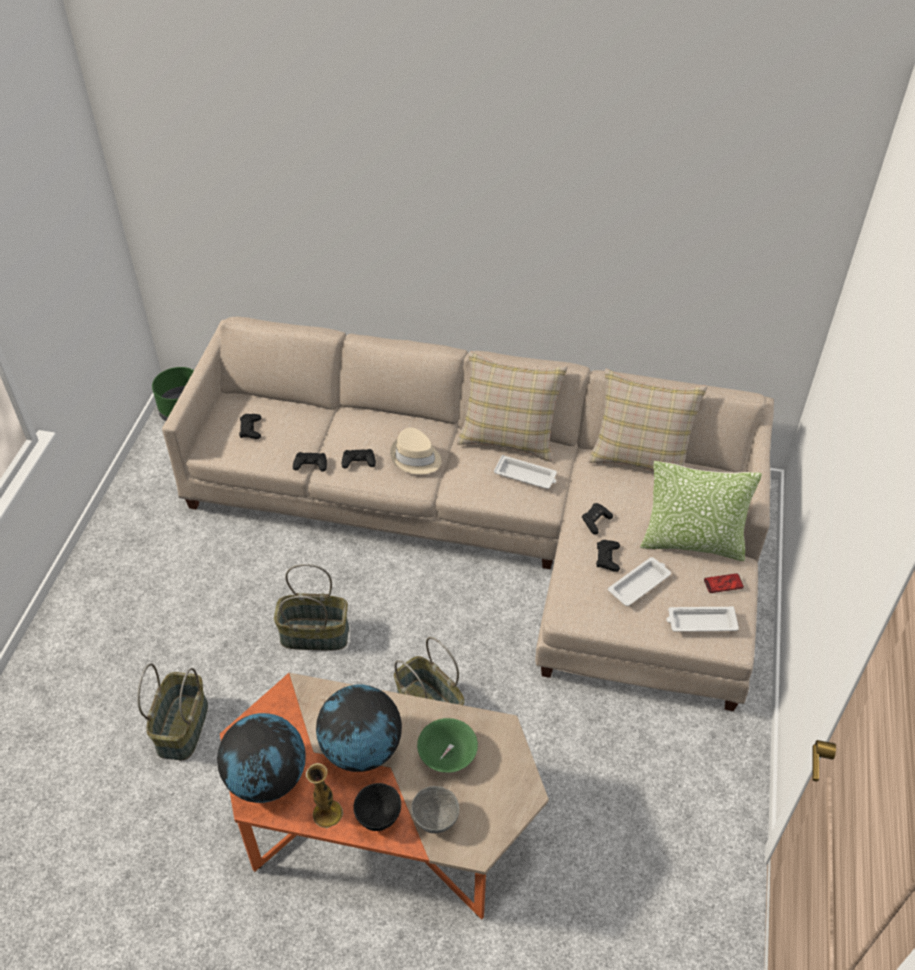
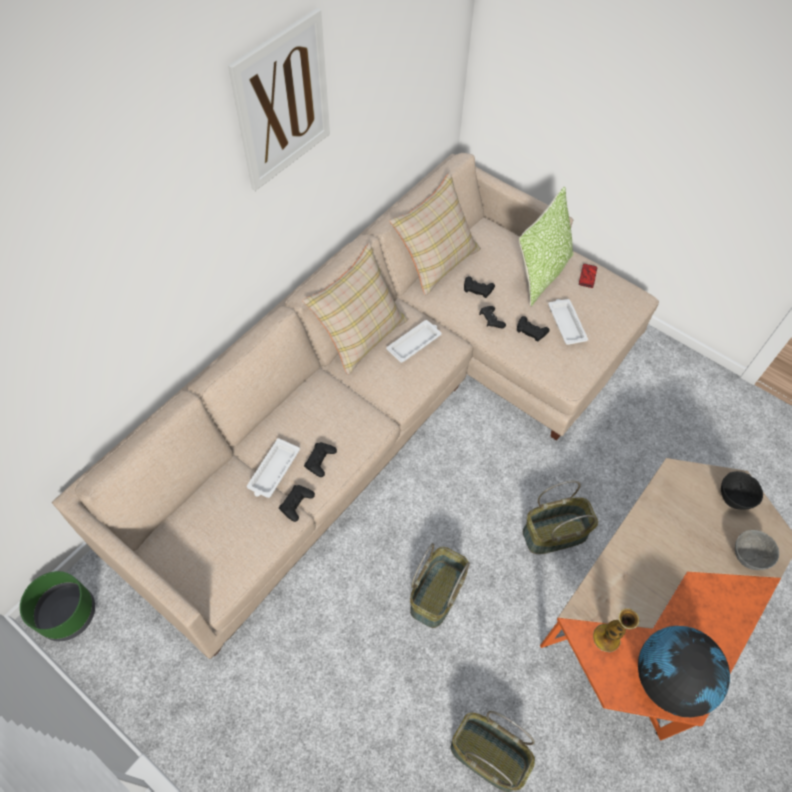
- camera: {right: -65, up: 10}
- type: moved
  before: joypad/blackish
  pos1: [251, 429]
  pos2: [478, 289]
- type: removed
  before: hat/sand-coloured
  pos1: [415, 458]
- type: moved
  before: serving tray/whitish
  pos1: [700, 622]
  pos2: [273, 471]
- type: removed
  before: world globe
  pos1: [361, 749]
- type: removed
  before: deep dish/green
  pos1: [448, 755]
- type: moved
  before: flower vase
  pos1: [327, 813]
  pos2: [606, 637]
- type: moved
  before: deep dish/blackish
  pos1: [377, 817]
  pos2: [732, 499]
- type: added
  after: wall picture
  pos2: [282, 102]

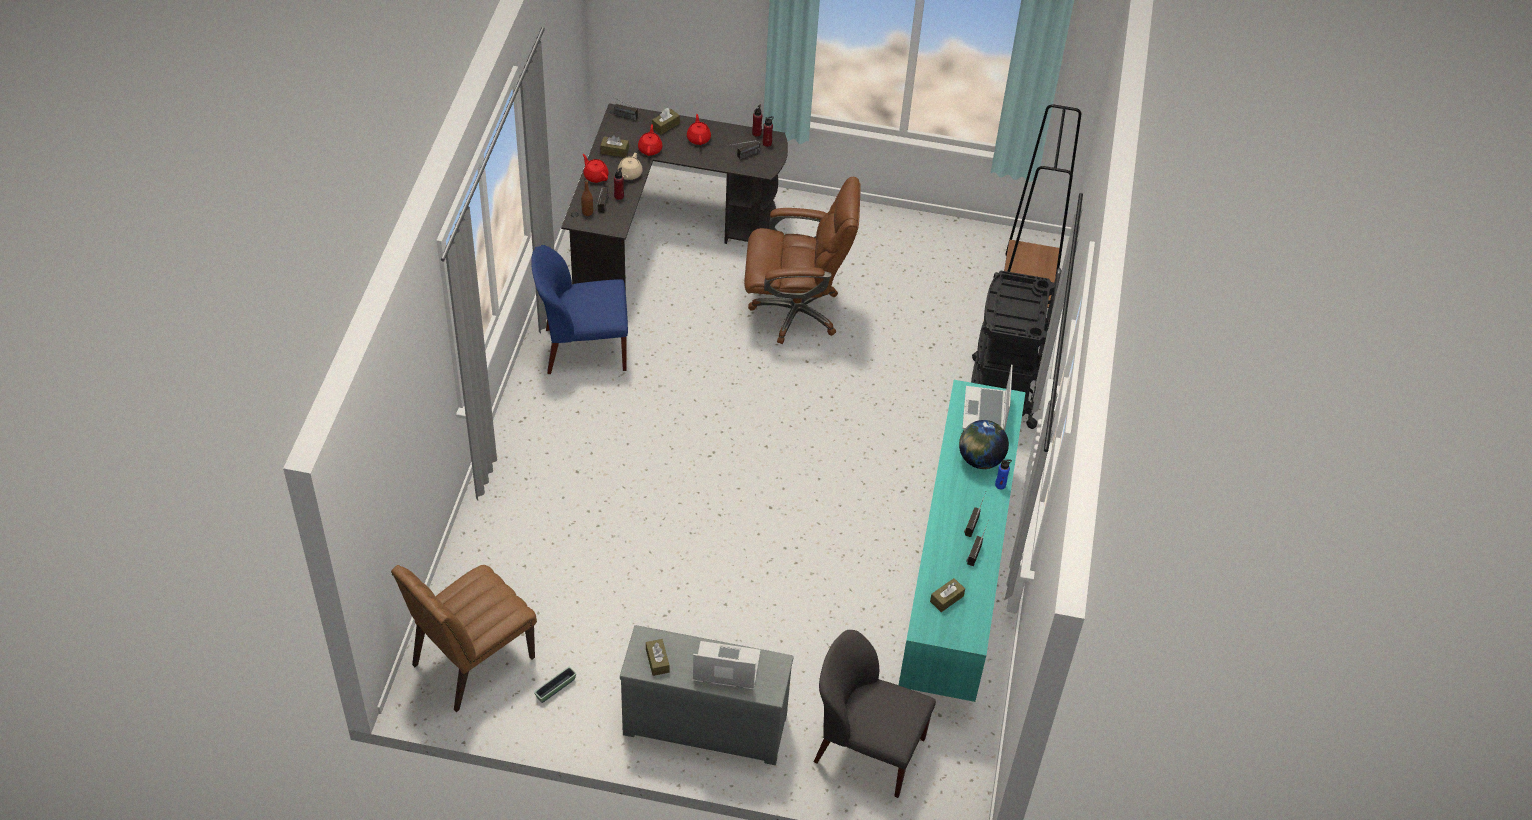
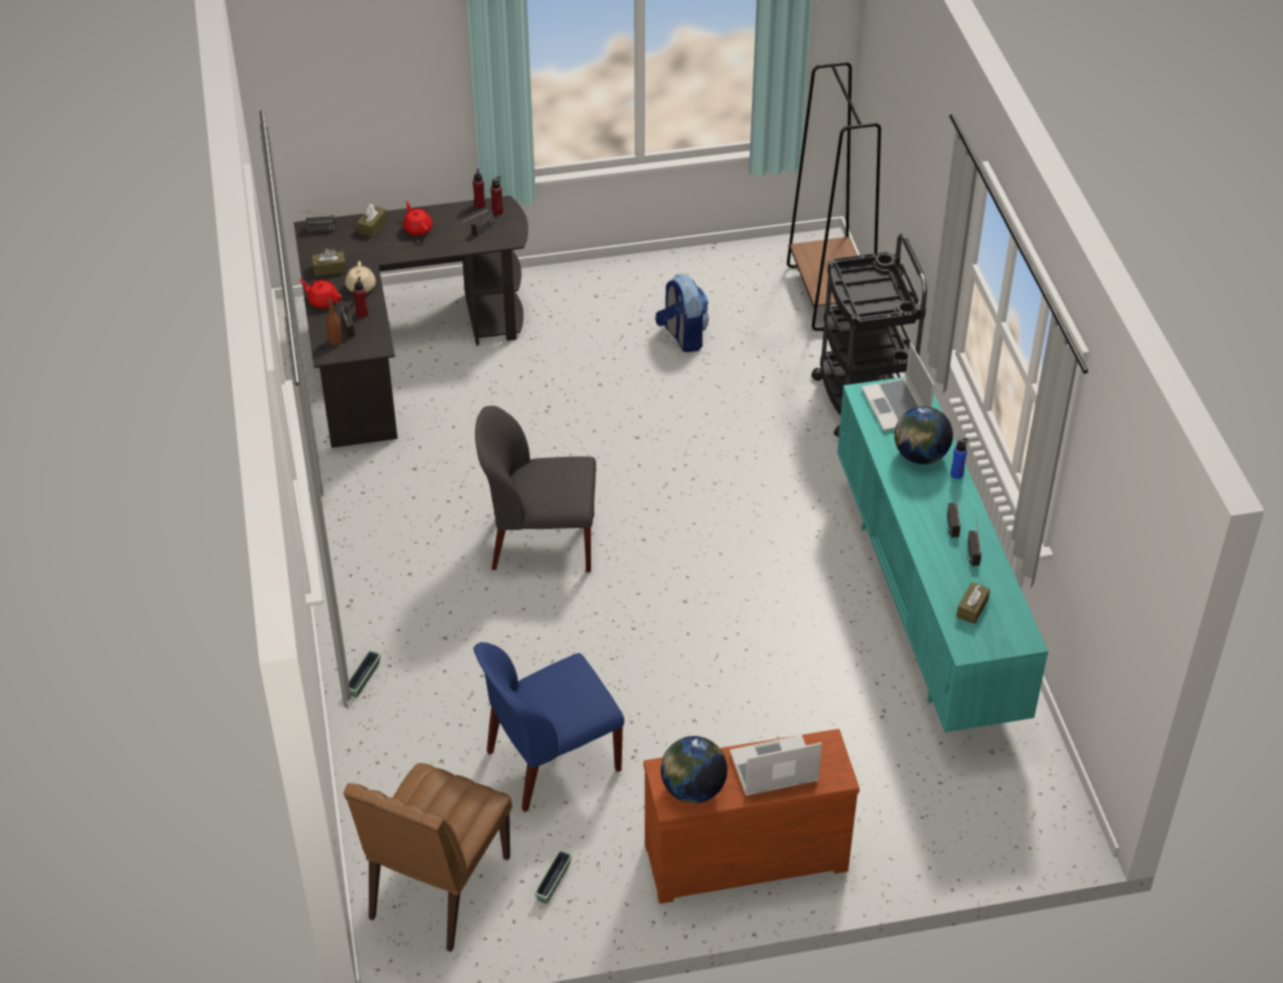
- camera: {right: -20, up: -5}
- type: removed
  before: tea pot/red
  pos1: [650, 149]
- type: removed
  before: desk chair/brown
  pos1: [794, 311]
- type: moved
  before: plain chair/bluish
  pos1: [583, 349]
  pos2: [550, 761]
- type: recoloured
  before: drawer chest/grey
  after: drawer chest/brown
  pos1: [706, 721]
  pos2: [744, 853]
- type: moved
  before: plain chair/grey
  pos1: [866, 749]
  pos2: [540, 542]
- type: replaced
  before: tissue box/brown
  after: world globe
  pos1: [657, 661]
  pos2: [692, 789]
- type: added
  after: knapsack
  pos2: [682, 337]
- type: added
  after: flower pot
  pos2: [364, 679]

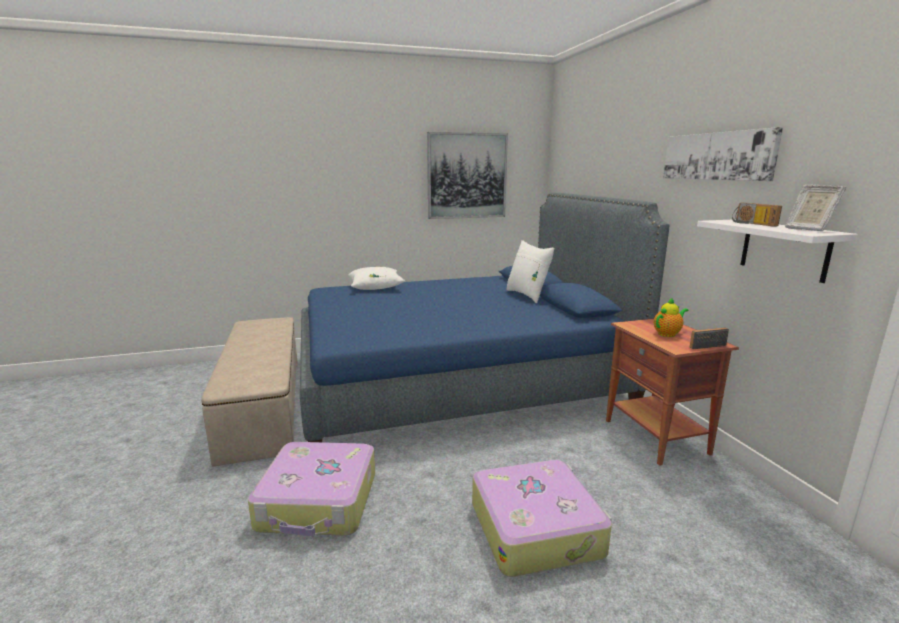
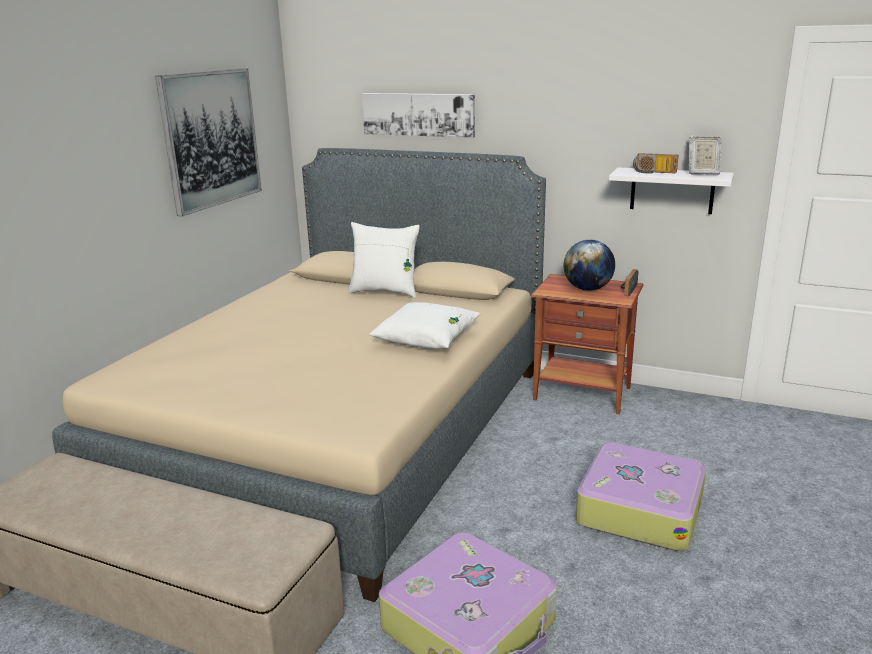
- camera: {right: -50, up: 5}
- type: moved
  before: wall picture
  pos1: [717, 156]
  pos2: [418, 114]
- type: recoloured
  before: sleeping bed/bluish
  after: sleeping bed/sand-coloured
  pos1: [457, 379]
  pos2: [342, 432]
- type: moved
  before: throw pillow/whitish
  pos1: [375, 287]
  pos2: [426, 339]
- type: replaced
  before: tea pot
  after: world globe
  pos1: [668, 334]
  pos2: [587, 289]

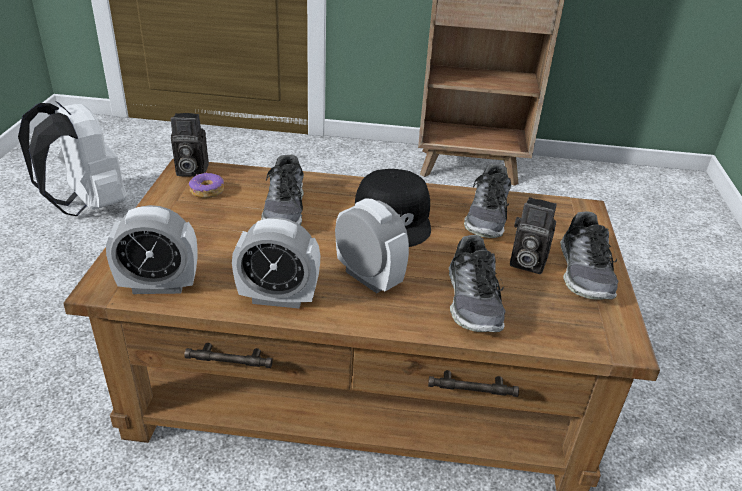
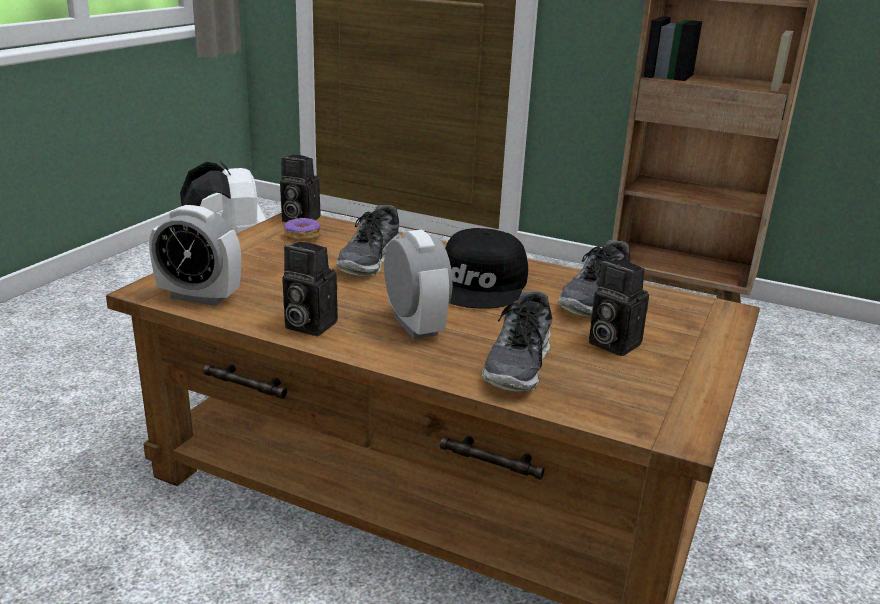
- camera: {right: 20, up: -10}
- type: removed
  before: low shoe
  pos1: [585, 273]
- type: replaced
  before: table clock
  after: photo camera
  pos1: [278, 298]
  pos2: [307, 325]

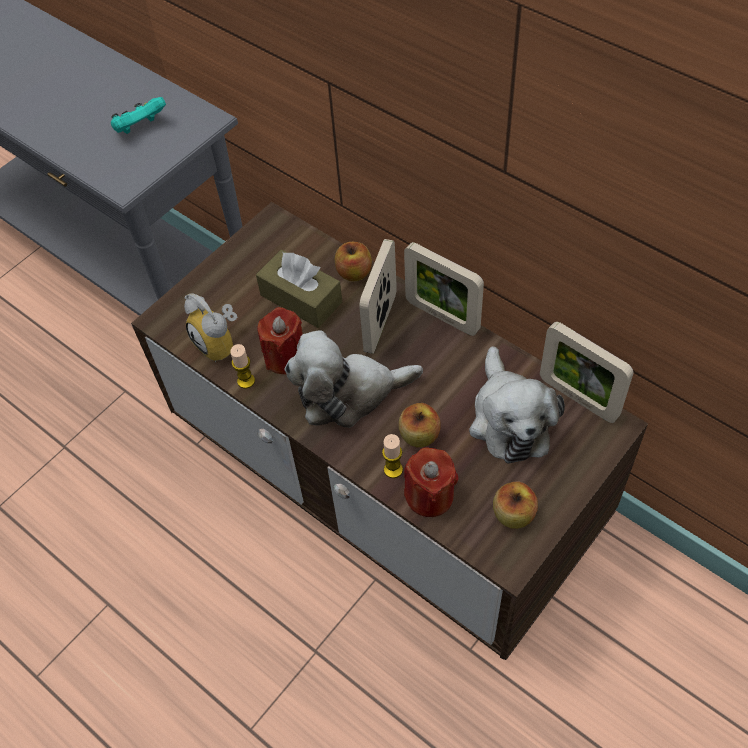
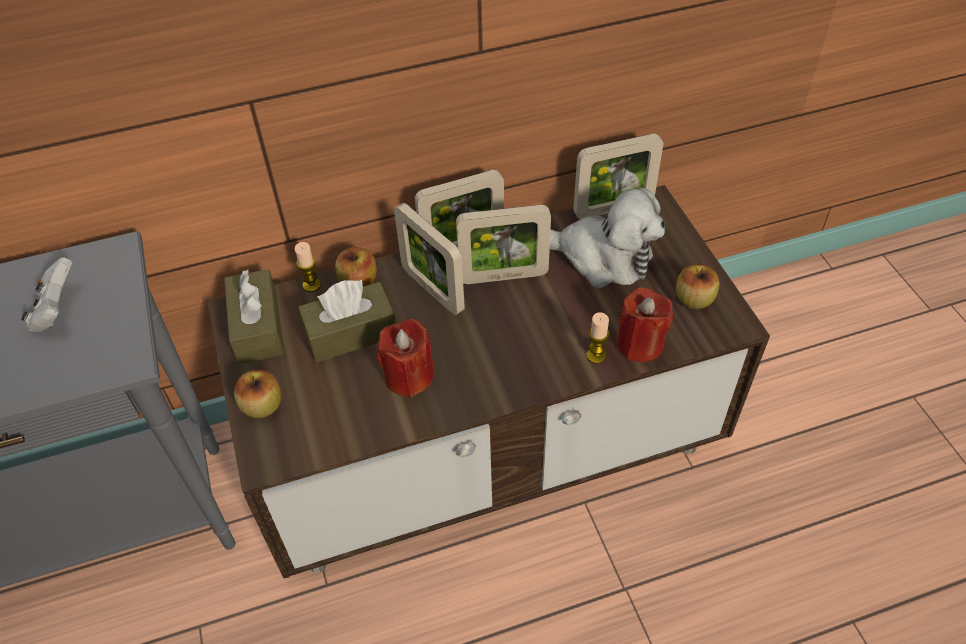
- camera: {right: -60, up: -5}
- type: recoloured
  before: joypad/turquoise-coloured
  after: joypad/whitish
  pos1: [140, 128]
  pos2: [57, 311]
- type: removed
  before: table clock
  pos1: [221, 344]
- type: removed
  before: soft toy
  pos1: [348, 393]
- type: moved
  before: wax candle
  pos1: [246, 381]
  pos2: [311, 285]
- type: moved
  before: apple fruit
  pos1: [419, 435]
  pos2: [262, 406]
- type: added
  after: photo frame
  pos2: [503, 276]
- type: added
  after: tissue box/brown
  pos2: [258, 327]

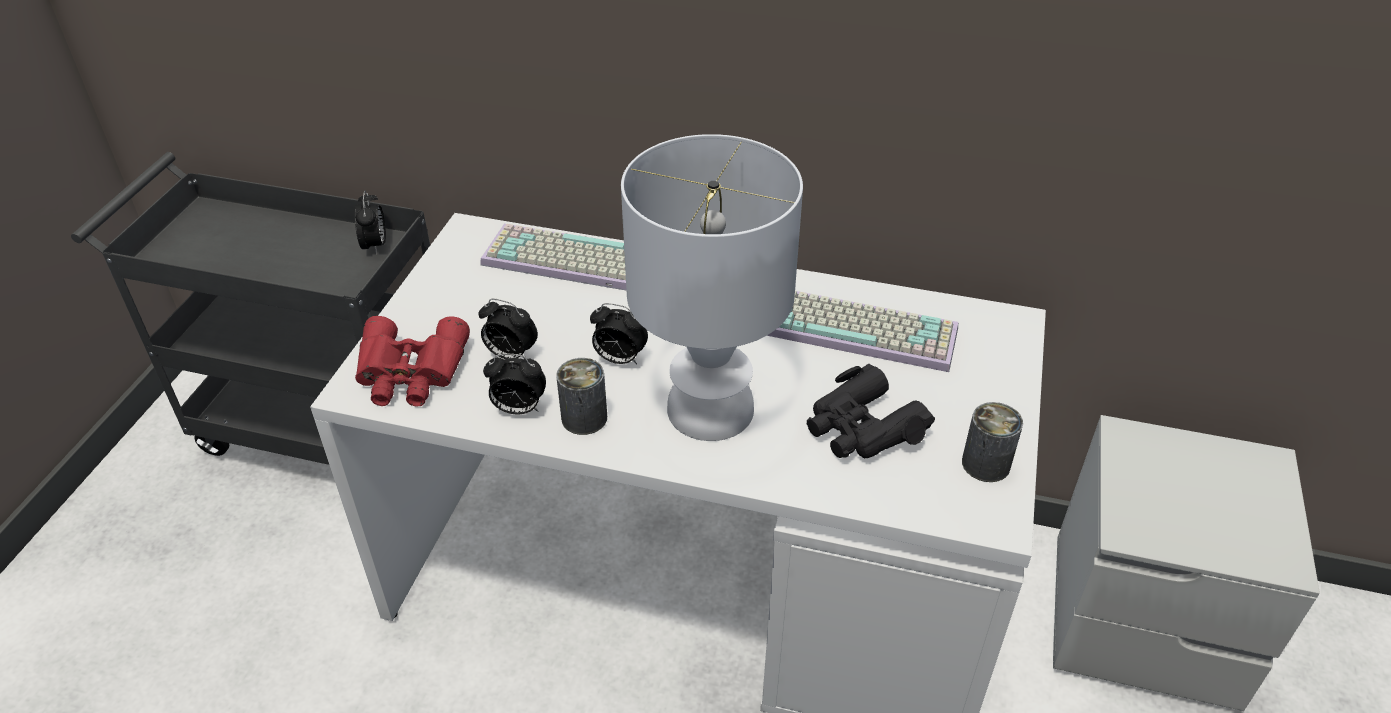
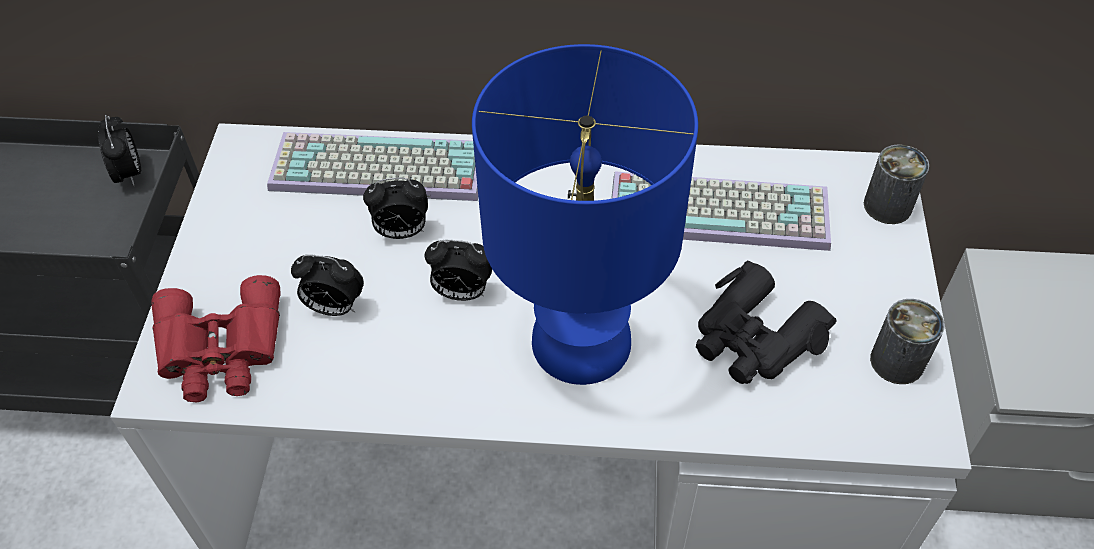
- camera: {right: -10, up: 10}
- type: recoloured
  before: table lamp/whitish
  after: table lamp/bluish
  pos1: [707, 409]
  pos2: [578, 343]
- type: moved
  before: table clock
  pos1: [518, 409]
  pos2: [401, 232]
- type: moved
  before: sealed can
  pos1: [584, 418]
  pos2: [887, 206]

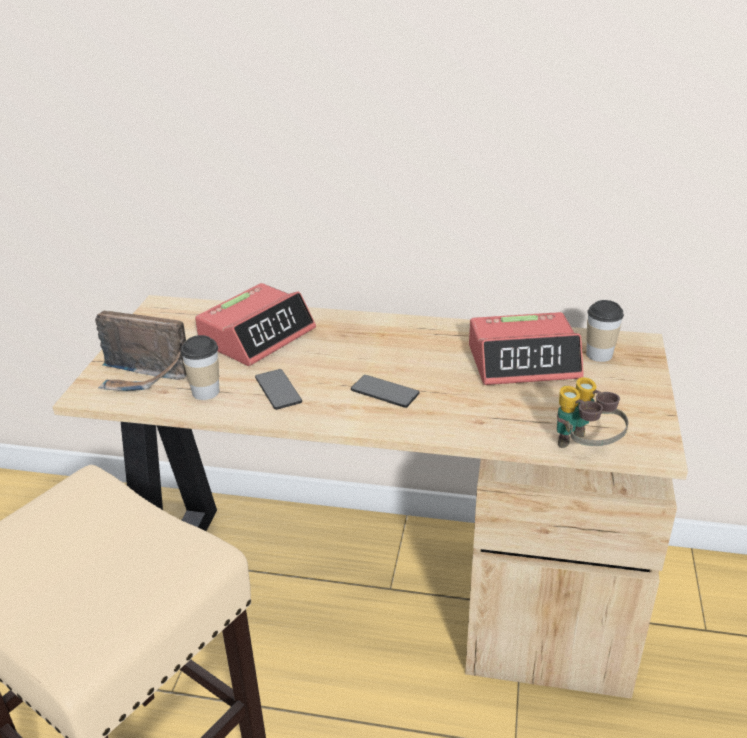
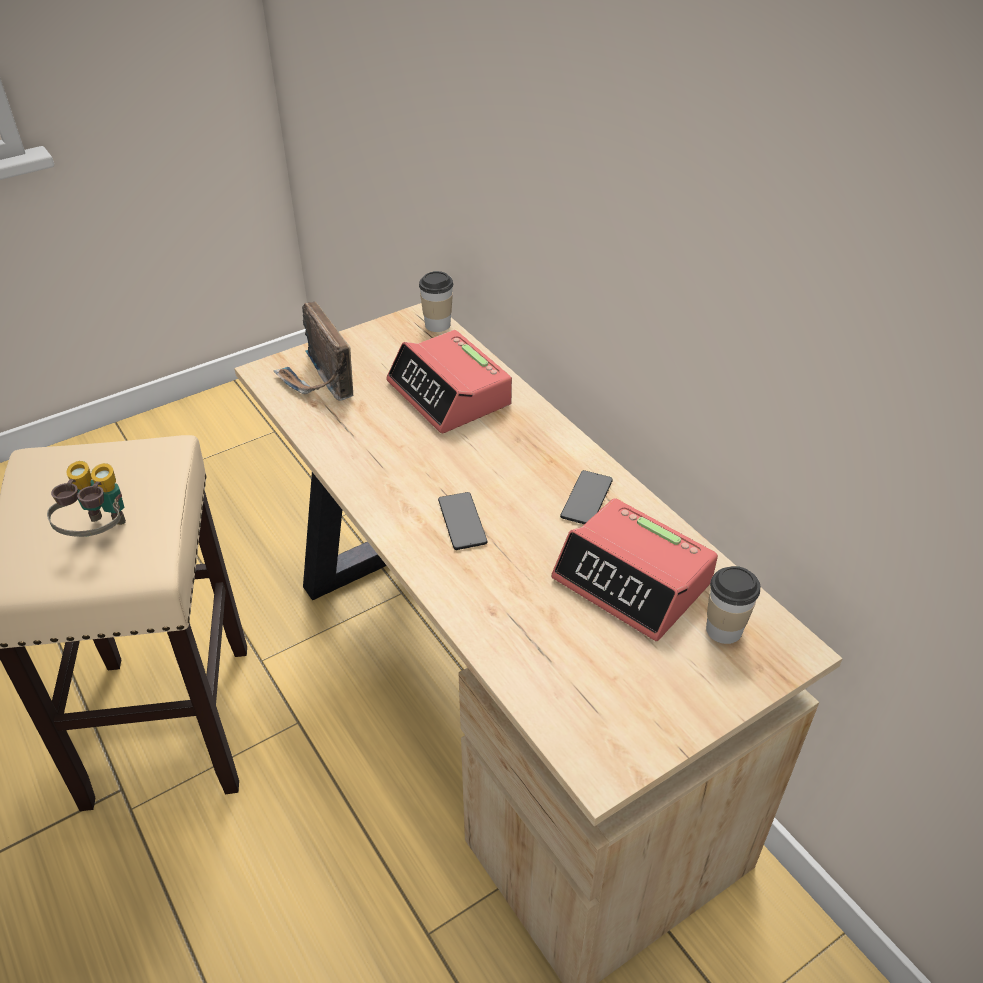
- camera: {right: 45, up: 10}
- type: turned
  before: table clock
  pos1: [257, 336]
  pos2: [449, 394]
  turn: 60
- type: moved
  before: cup
  pos1: [205, 392]
  pos2: [437, 325]
- type: moved
  before: telephone
  pos1: [278, 390]
  pos2: [586, 499]
- type: moved
  before: pair of binoculars
  pos1: [584, 449]
  pos2: [100, 534]

